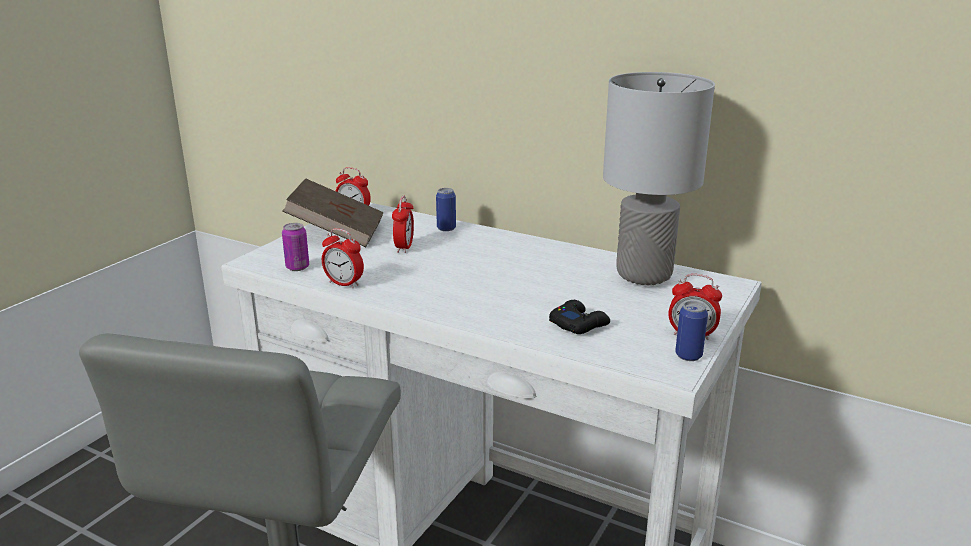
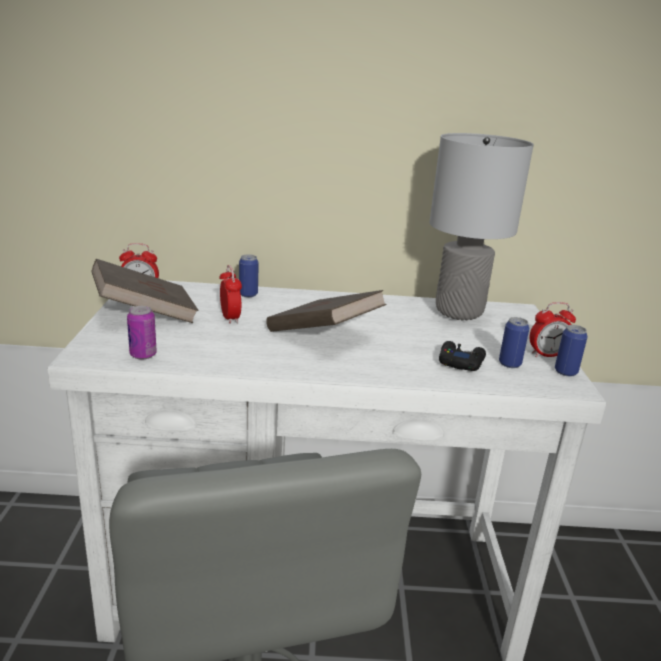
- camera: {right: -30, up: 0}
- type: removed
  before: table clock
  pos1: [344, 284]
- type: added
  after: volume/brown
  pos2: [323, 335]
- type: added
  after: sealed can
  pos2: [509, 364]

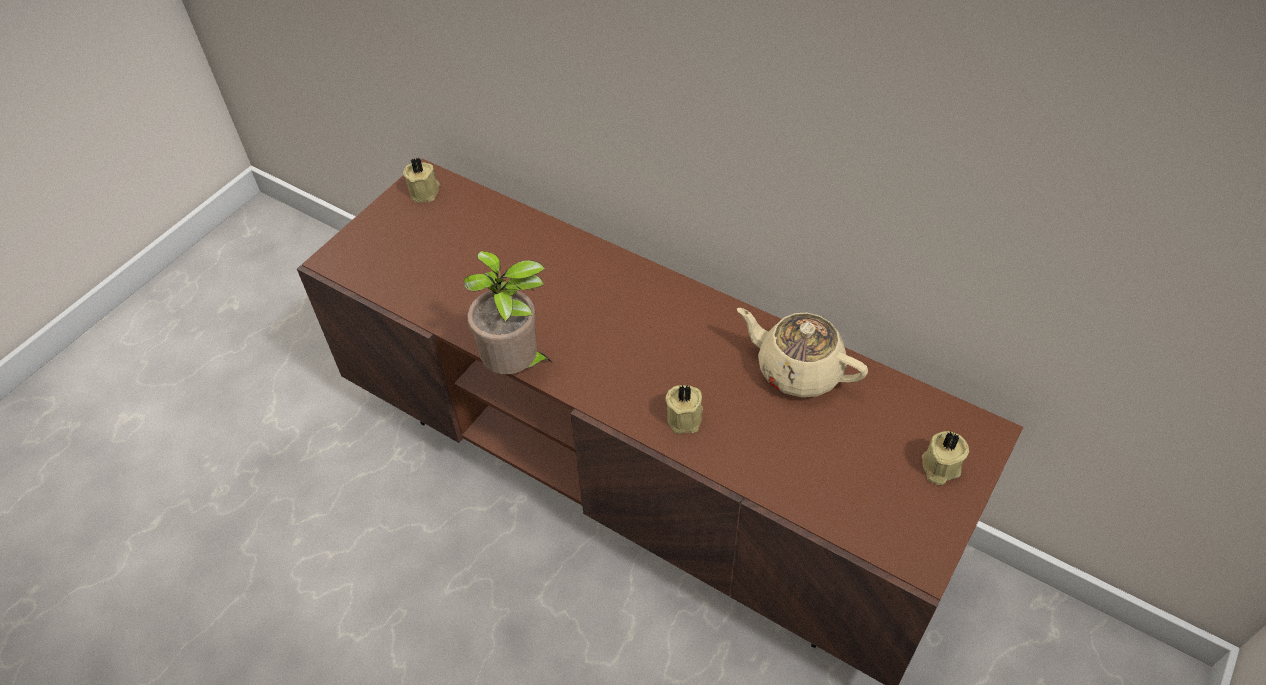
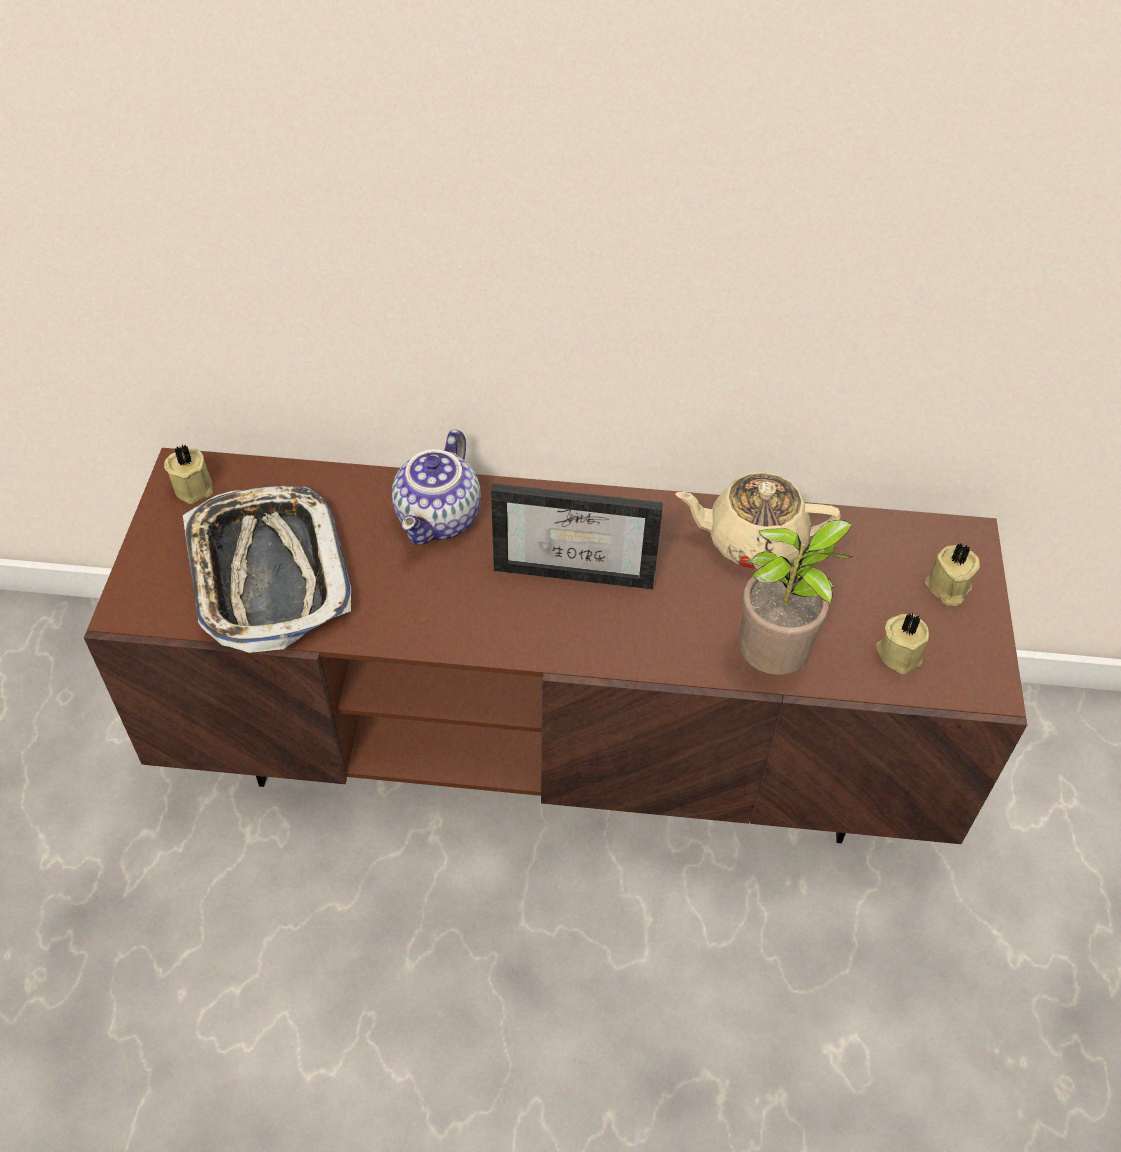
- camera: {right: -30, up: 0}
- type: moved
  before: houseplant
  pos1: [516, 367]
  pos2: [775, 662]
- type: moved
  before: wax candle/sand-coloured
  pos1: [686, 417]
  pos2: [900, 653]
- type: added
  after: tea pot
  pos2: [440, 520]
- type: added
  after: photo frame
  pos2: [578, 564]
- type: added
  after: serving tray
  pos2: [267, 574]

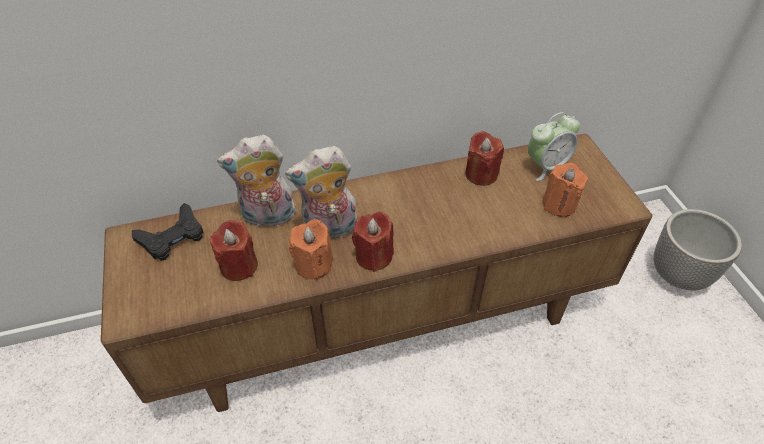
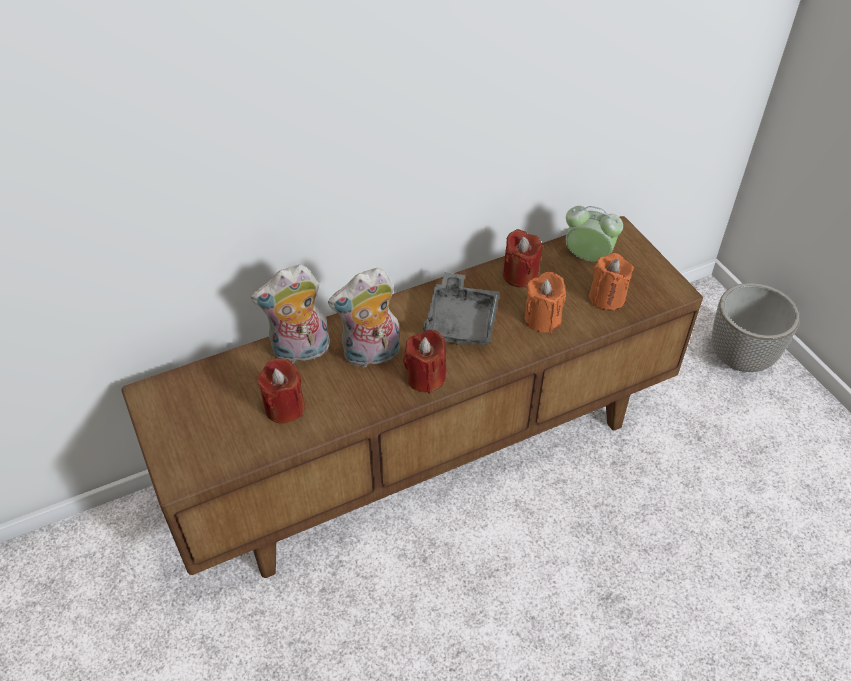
- camera: {right: -10, up: 0}
- type: turned
  before: table clock
  pos1: [546, 166]
  pos2: [587, 258]
  turn: -120
- type: removed
  before: joypad/blackish
  pos1: [172, 237]
- type: moved
  before: wax candle/orange-coloured
  pos1: [313, 264]
  pos2: [542, 319]
- type: added
  after: serving tray/grey
  pos2: [461, 321]

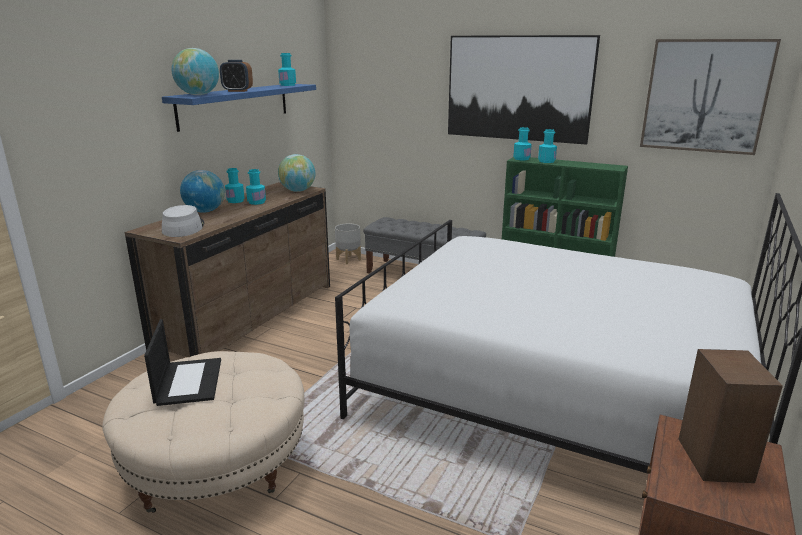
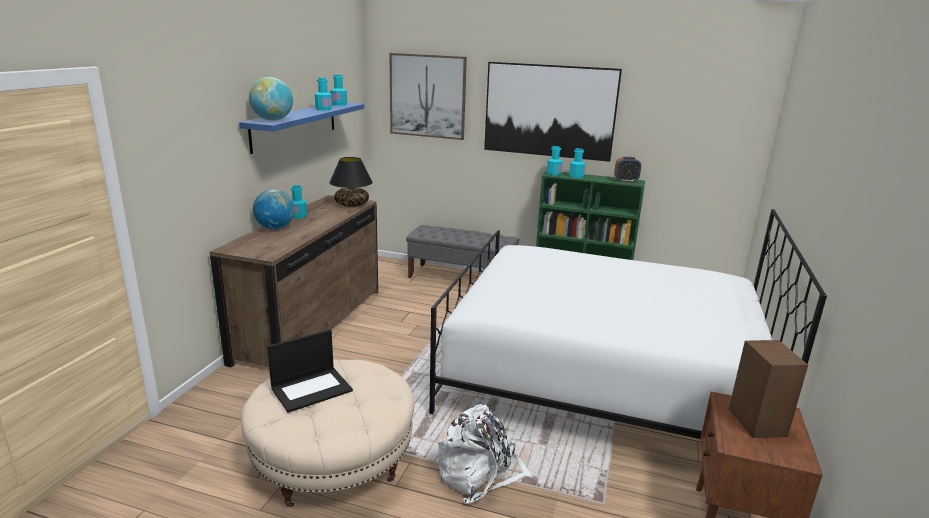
- camera: {right: -10, up: 0}
- type: moved
  before: wall picture
  pos1: [705, 96]
  pos2: [427, 96]
- type: moved
  before: table clock
  pos1: [237, 91]
  pos2: [626, 181]
- type: replaced
  before: world globe
  after: table lamp/blackish
  pos1: [298, 191]
  pos2: [352, 204]
- type: moved
  before: bottle/turquoise-coloured
  pos1: [256, 202]
  pos2: [323, 109]
- type: removed
  before: hat/grey
  pos1: [183, 228]
- type: removed
  before: flower pot/grey
  pos1: [348, 259]
- type: turned
  before: laptop
  pos1: [188, 381]
  pos2: [312, 389]
  turn: 75
- type: added
  after: knapsack/whitish
  pos2: [480, 474]

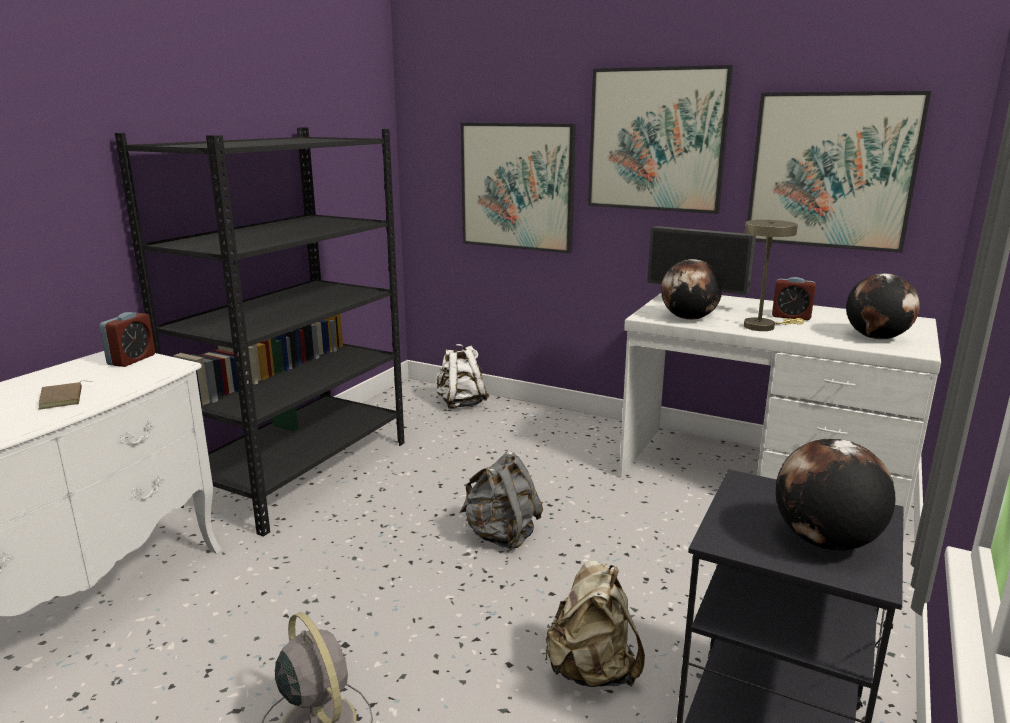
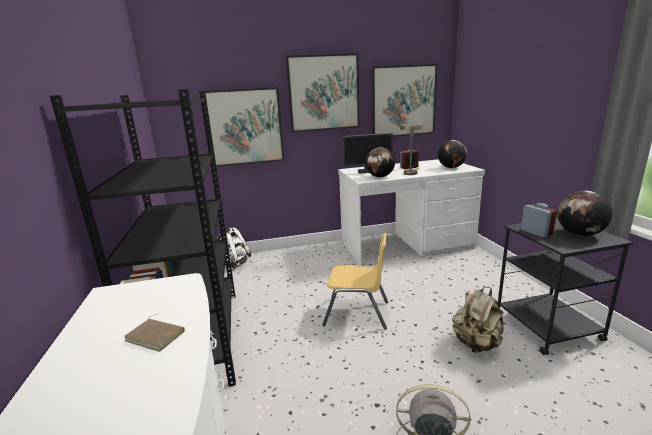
- camera: {right: -40, up: 0}
- type: moved
  before: table clock
  pos1: [132, 360]
  pos2: [536, 232]
- type: replaced
  before: knapsack/grey
  after: plain chair/yellow-coloured
  pos1: [501, 536]
  pos2: [357, 313]

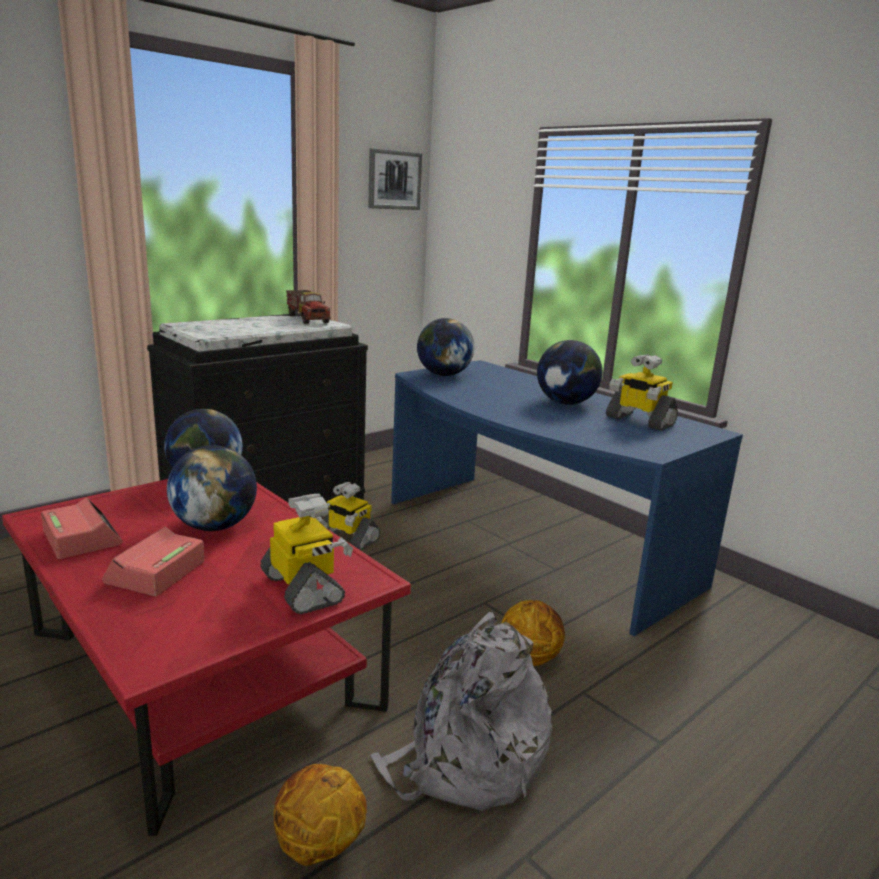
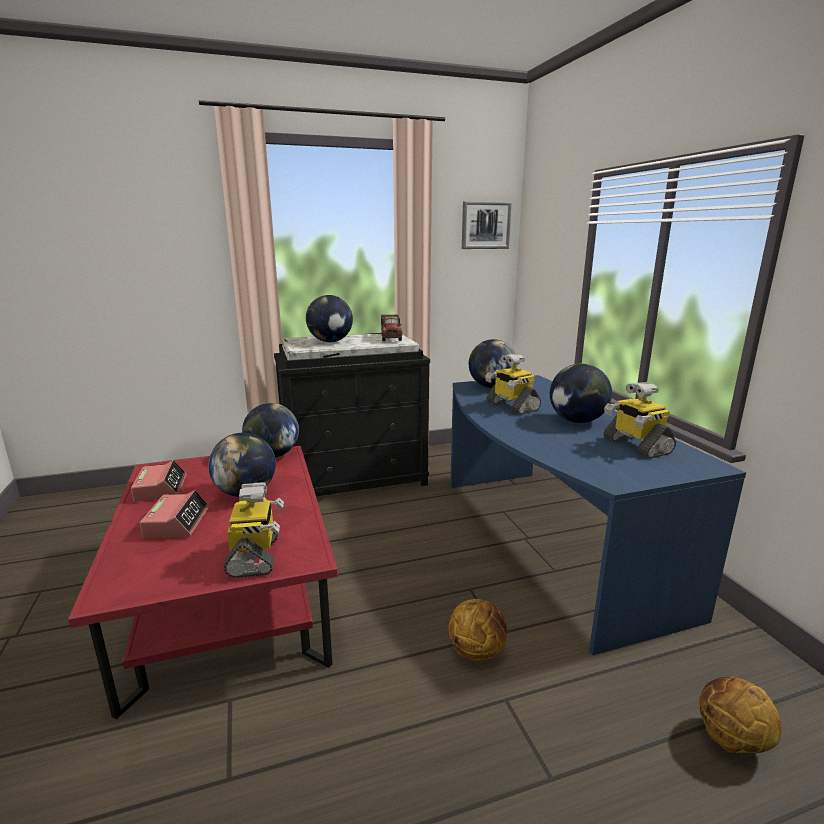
- camera: {right: 25, up: 0}
- type: moved
  before: toy robot
  pos1: [348, 538]
  pos2: [511, 406]
- type: turned
  before: table clock
  pos1: [155, 573]
  pos2: [177, 523]
  turn: 135
- type: removed
  before: knapsack/grey
  pos1: [467, 761]
- type: moved
  before: basketball
  pos1: [318, 846]
  pos2: [730, 740]
- type: added
  after: world globe
  pos2: [330, 341]

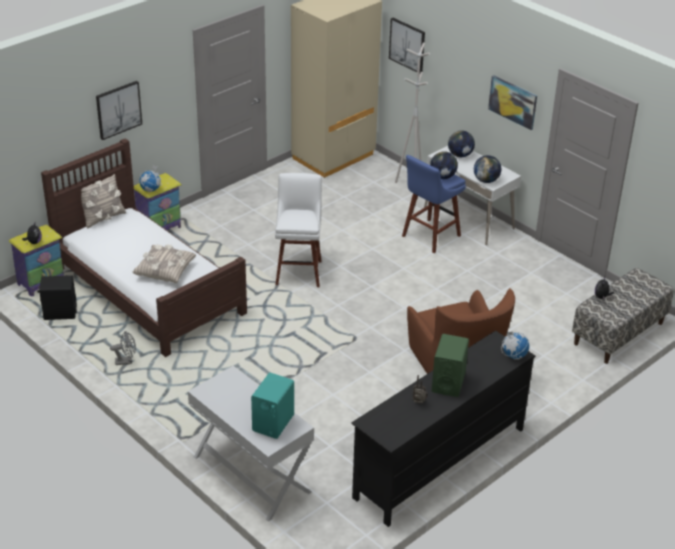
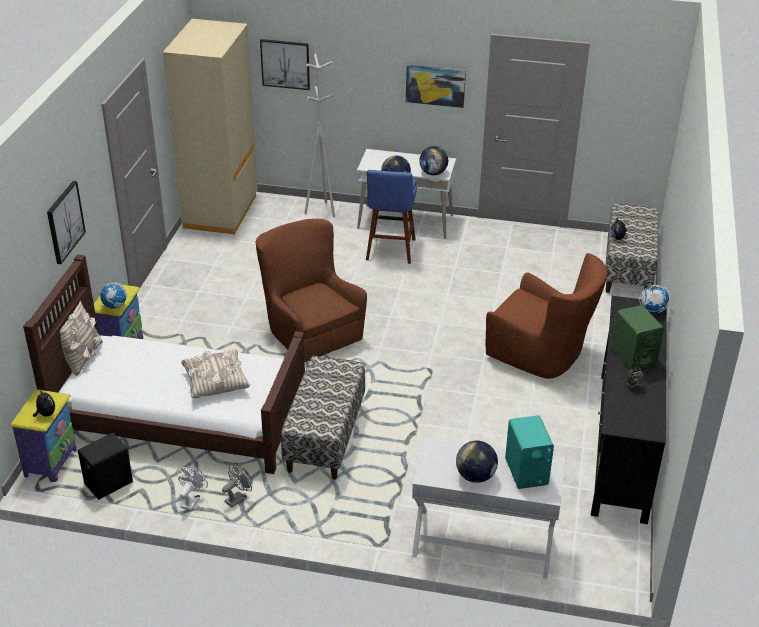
- camera: {right: -35, up: 0}
- type: moved
  before: world globe
  pos1: [460, 155]
  pos2: [475, 476]
- type: replaced
  before: sitting stool/whitish
  after: armchair/brown
  pos1: [299, 272]
  pos2: [310, 332]
- type: added
  after: bench
  pos2: [325, 437]
- type: added
  after: cooling fan/whitish
  pos2: [192, 500]

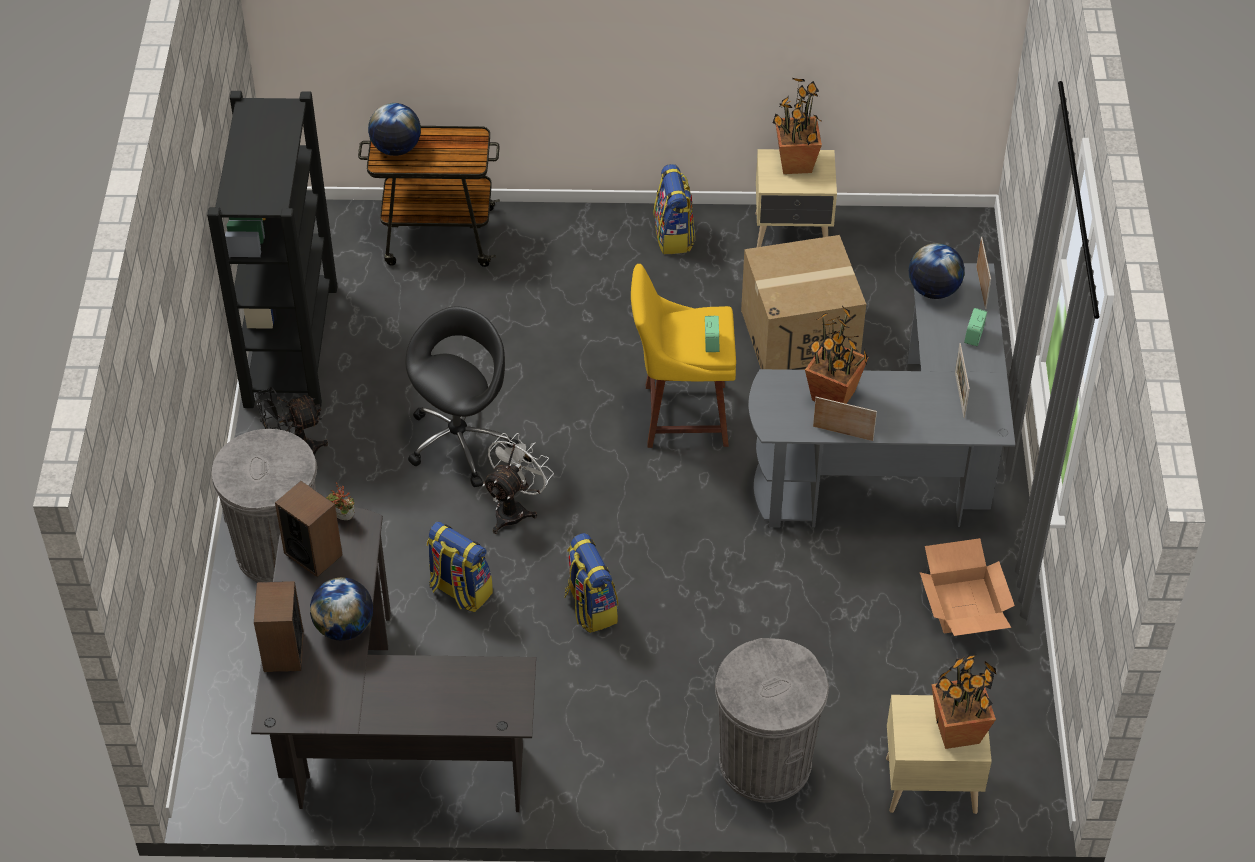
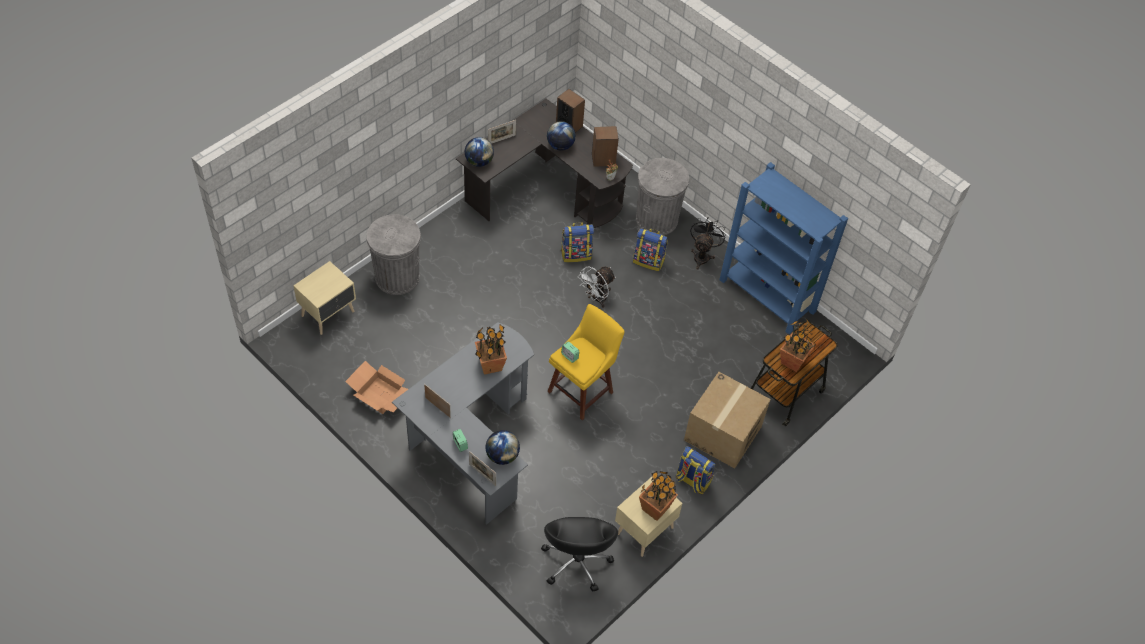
- camera: {right: 130, up: 5}
- type: recoloured
  before: bookcase/blackish
  after: bookcase/bluish
  pos1: [291, 345]
  pos2: [767, 295]
- type: moved
  before: world globe
  pos1: [396, 149]
  pos2: [479, 161]
- type: moved
  before: cardboard box
  pos1: [800, 337]
  pos2: [723, 433]
- type: moved
  before: desk chair/blackish
  pos1: [462, 441]
  pos2: [576, 564]
- type: moved
  before: photo frame
  pos1: [843, 433]
  pos2: [501, 139]
- type: turned
  before: cooling fan/whitish
  pos1: [515, 509]
  pos2: [596, 298]
  turn: 60
- type: moved
  before: knapsack
  pos1: [590, 607]
  pos2: [649, 261]
- type: moved
  before: houseplant
  pos1: [958, 731]
  pos2: [792, 362]

